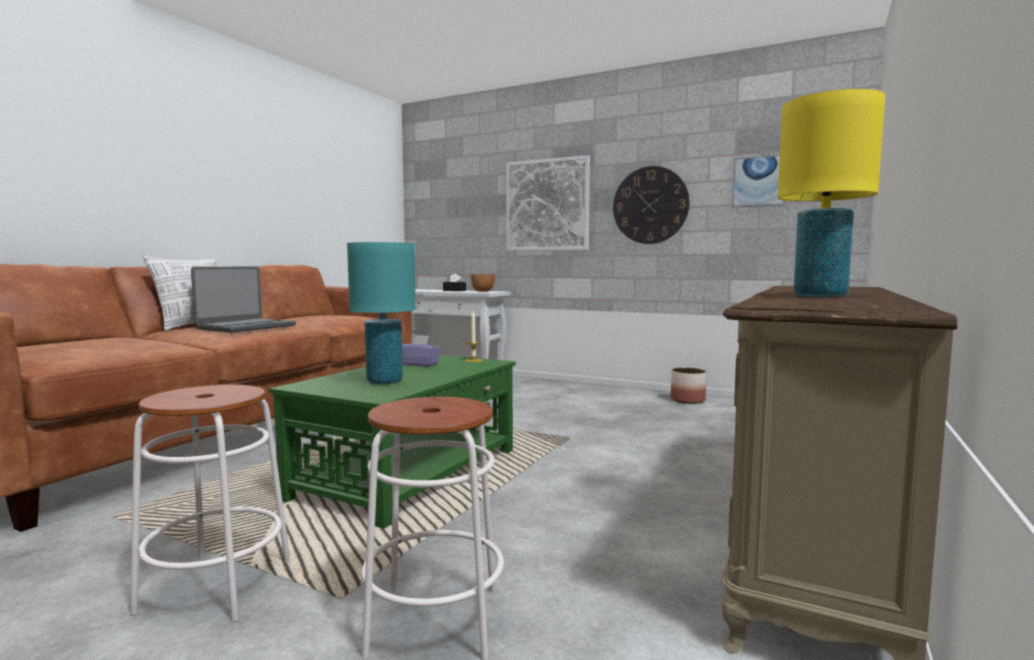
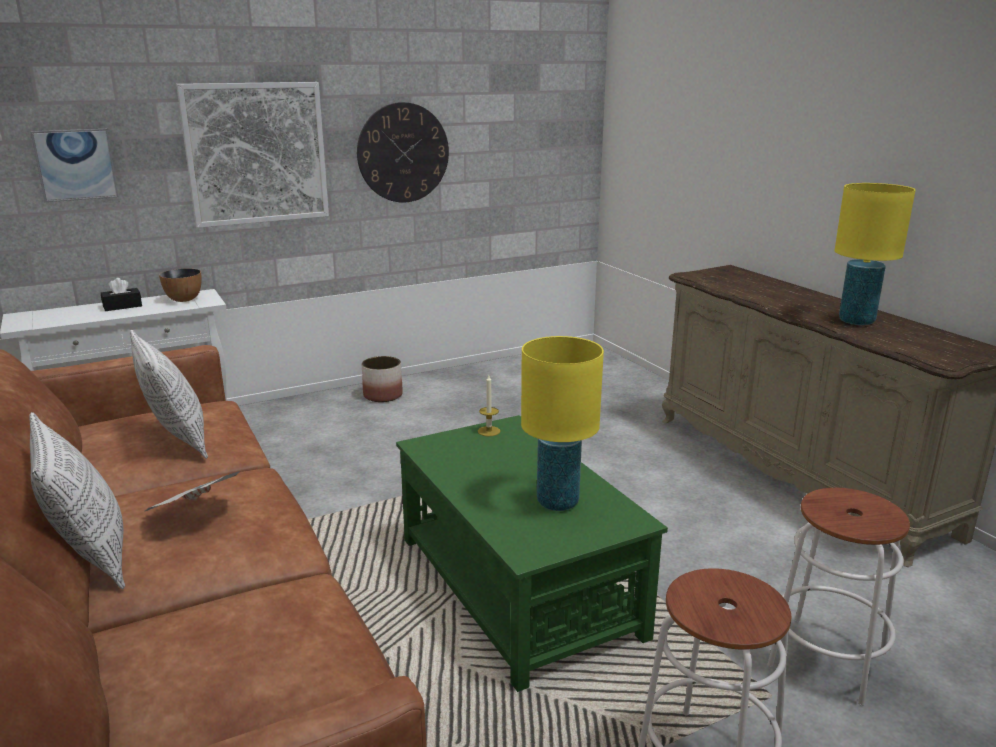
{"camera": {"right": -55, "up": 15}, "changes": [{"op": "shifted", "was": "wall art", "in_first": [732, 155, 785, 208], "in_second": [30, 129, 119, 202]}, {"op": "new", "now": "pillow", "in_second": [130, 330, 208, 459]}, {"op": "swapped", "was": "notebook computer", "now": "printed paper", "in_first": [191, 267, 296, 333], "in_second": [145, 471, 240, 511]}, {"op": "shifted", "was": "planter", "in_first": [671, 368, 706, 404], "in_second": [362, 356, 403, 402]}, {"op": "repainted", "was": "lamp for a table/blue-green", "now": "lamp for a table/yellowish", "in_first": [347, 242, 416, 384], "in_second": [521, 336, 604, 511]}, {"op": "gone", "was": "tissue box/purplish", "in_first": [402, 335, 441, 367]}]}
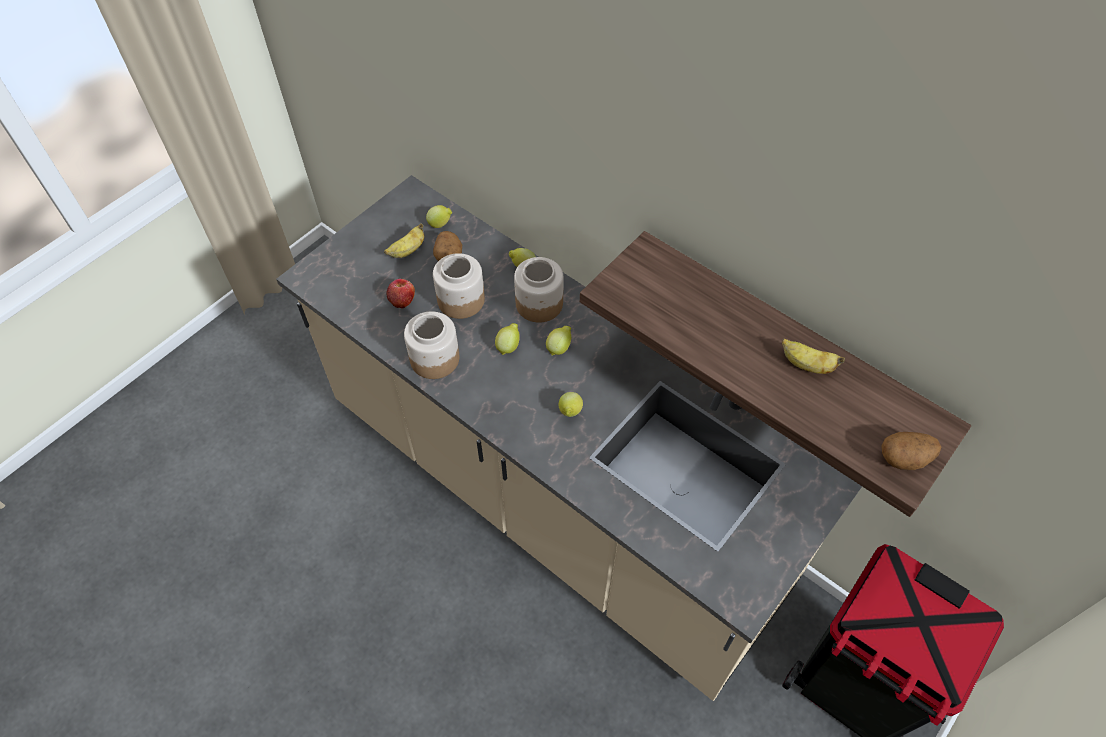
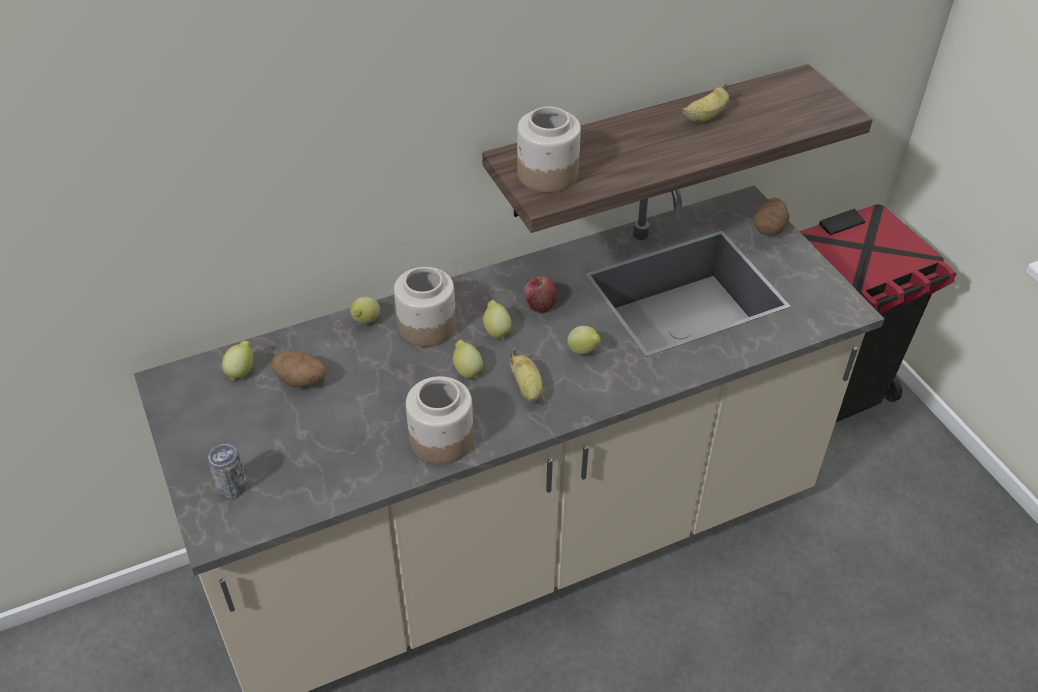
{"camera": {"right": -65, "up": -10}, "changes": [{"op": "new", "now": "metal can", "in_second": [208, 444, 248, 498]}, {"op": "shifted", "was": "banana fruit", "in_first": [384, 223, 424, 258], "in_second": [510, 349, 543, 403]}, {"op": "shifted", "was": "jar", "in_first": [433, 253, 485, 319], "in_second": [517, 106, 581, 193]}, {"op": "shifted", "was": "apple fruit", "in_first": [386, 279, 415, 308], "in_second": [524, 277, 557, 314]}, {"op": "shifted", "was": "whole potato", "in_first": [882, 432, 941, 470], "in_second": [754, 198, 790, 236]}]}
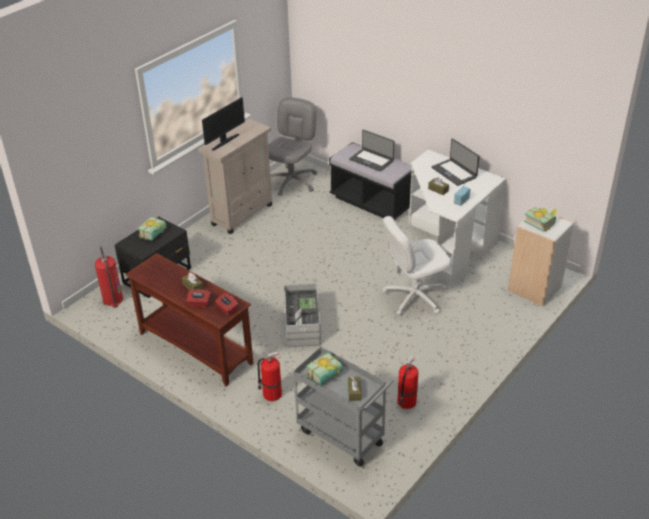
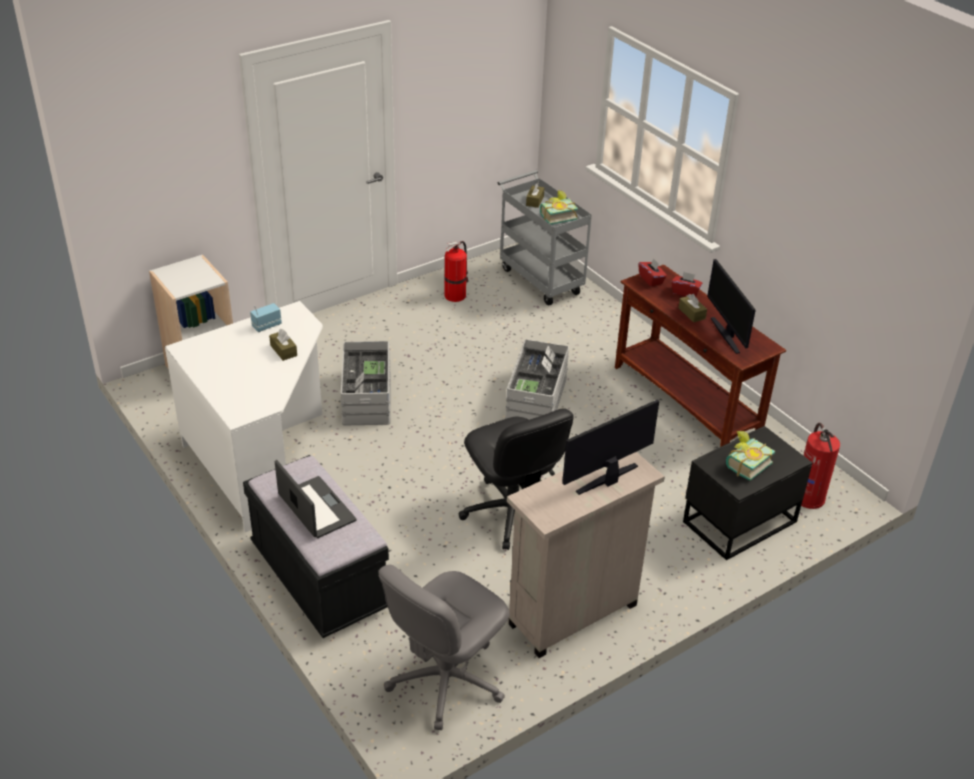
{"camera": {"right": -165, "up": 0}, "changes": [{"op": "swapped", "was": "computer chair/white", "now": "storage bin/gray", "in_first": [382, 216, 451, 316], "in_second": [341, 341, 391, 425]}, {"op": "new", "now": "computer chair/blackish", "in_second": [459, 408, 574, 550]}, {"op": "new", "now": "computer display", "in_second": [707, 259, 756, 354]}, {"op": "gone", "was": "extinguisher", "in_first": [258, 351, 282, 401]}, {"op": "gone", "was": "notebook computer", "in_first": [431, 138, 479, 186]}, {"op": "gone", "was": "book", "in_first": [524, 207, 557, 232]}]}
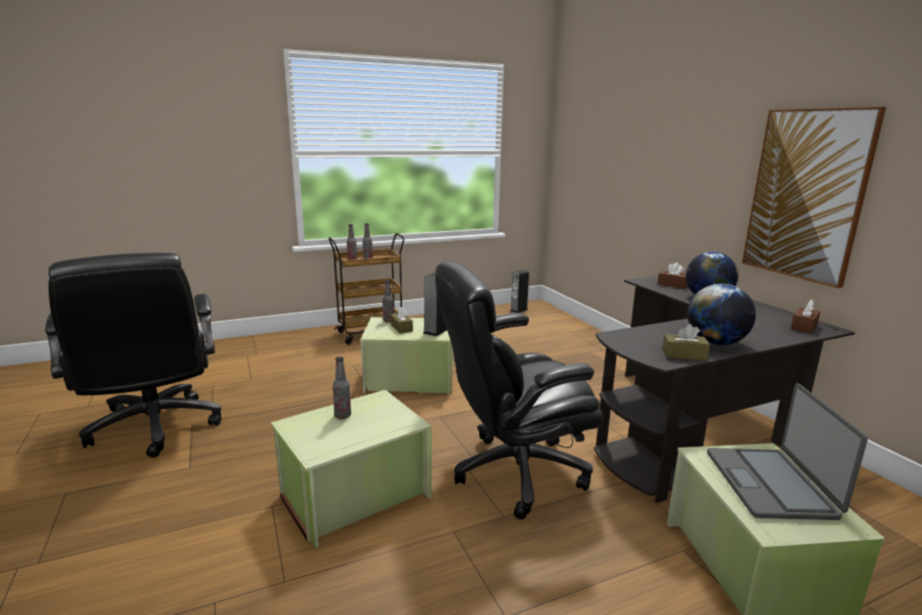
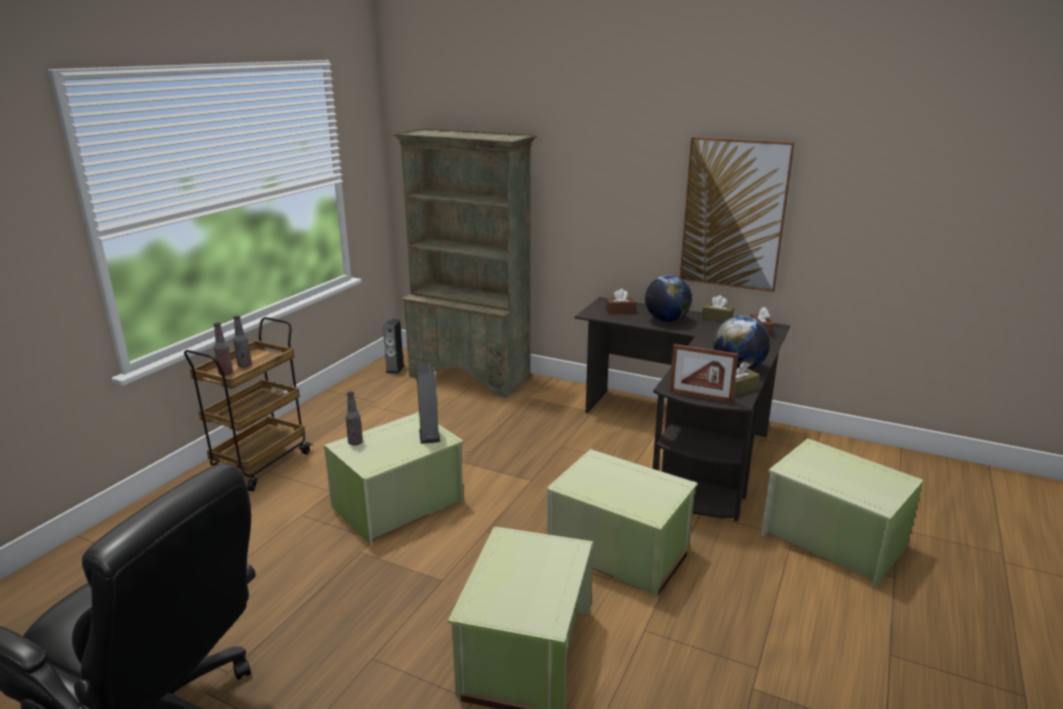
{"camera": {"right": -40, "up": 5}, "changes": [{"op": "new", "now": "bookcase/green", "in_second": [393, 128, 538, 398]}, {"op": "swapped", "was": "computer chair/blackish", "now": "storage bin/green", "in_first": [435, 261, 603, 520], "in_second": [547, 449, 698, 598]}, {"op": "new", "now": "picture frame", "in_second": [669, 344, 738, 402]}, {"op": "shifted", "was": "tissue box/brown", "in_first": [390, 307, 413, 333], "in_second": [702, 295, 734, 322]}, {"op": "gone", "was": "drink bottle", "in_first": [333, 357, 351, 419]}, {"op": "gone", "was": "notebook computer", "in_first": [707, 383, 868, 520]}]}
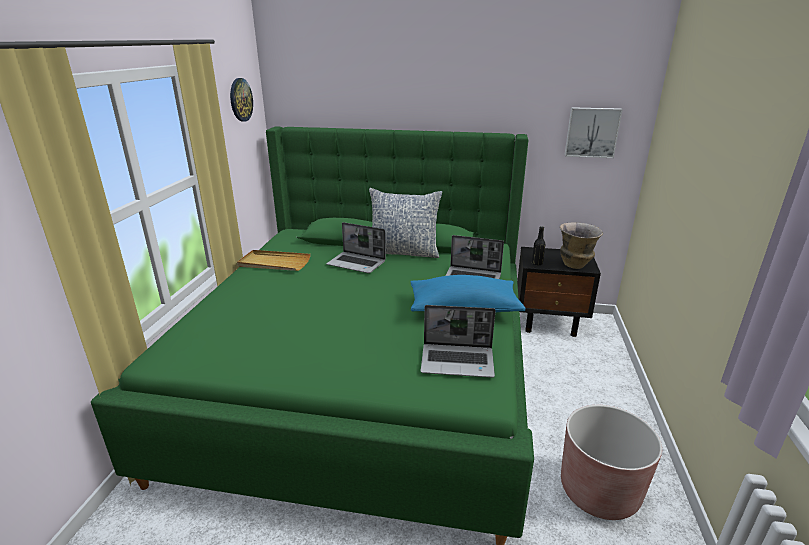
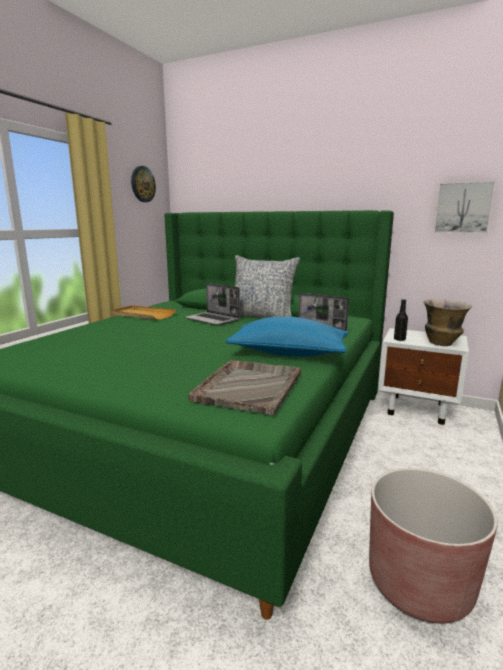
{"camera": {"right": 15, "up": -10}, "changes": [{"op": "swapped", "was": "notebook computer", "now": "tray/gray", "in_first": [421, 305, 496, 378], "in_second": [189, 360, 301, 416]}, {"op": "repainted", "was": "bedside table/blackish", "now": "bedside table/white", "in_first": [517, 247, 601, 337], "in_second": [378, 328, 469, 425]}]}
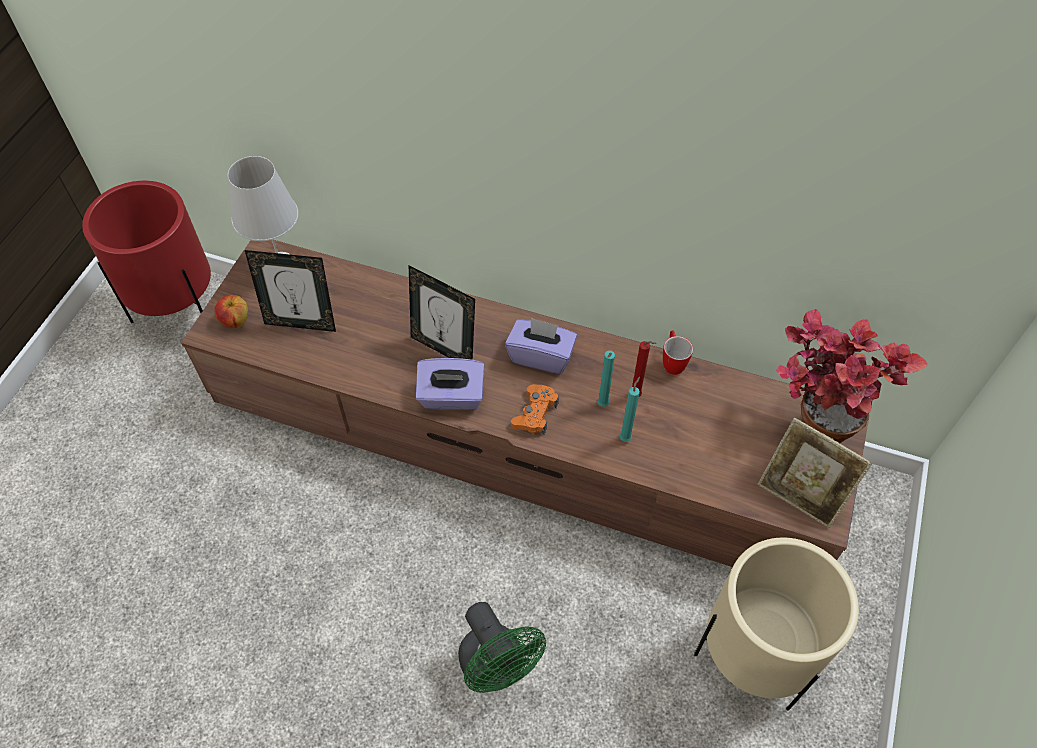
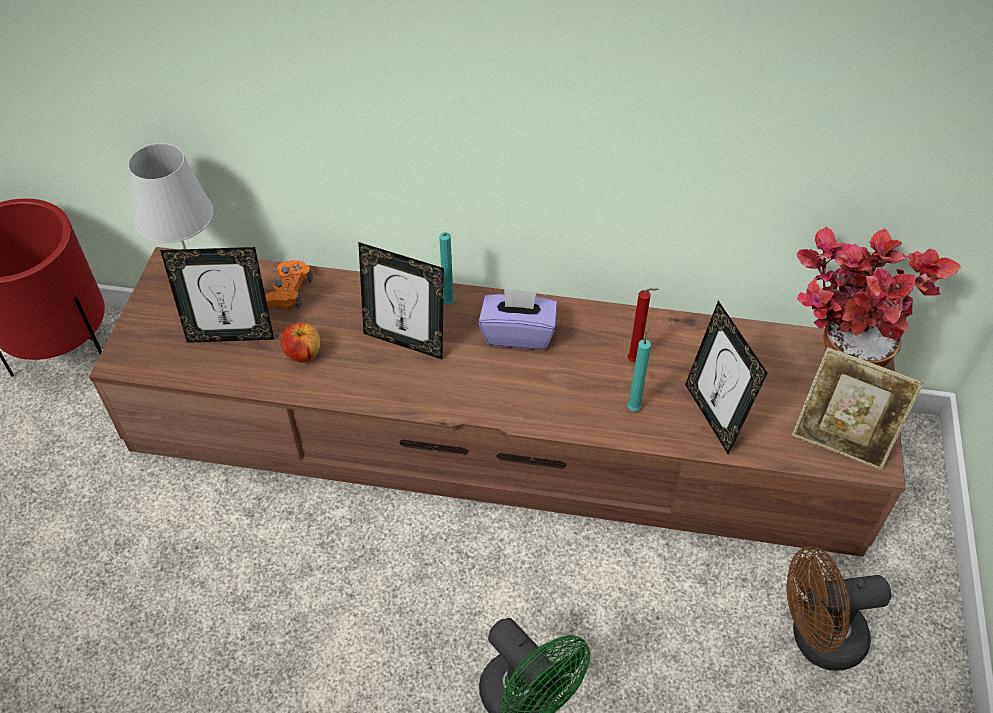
{"camera": {"right": -10, "up": -5}, "changes": [{"op": "shifted", "was": "game controller/orangey", "in_first": [511, 384, 559, 435], "in_second": [265, 260, 313, 309]}, {"op": "shifted", "was": "apple fruit", "in_first": [214, 295, 248, 328], "in_second": [281, 323, 320, 363]}, {"op": "shifted", "was": "wax light/blue-green", "in_first": [597, 351, 615, 407], "in_second": [439, 232, 455, 305]}, {"op": "new", "now": "picture frame", "in_second": [685, 301, 767, 455]}, {"op": "swapped", "was": "planter/sand-coloured", "now": "cooling fan/brown", "in_first": [694, 538, 859, 711], "in_second": [786, 547, 891, 671]}, {"op": "gone", "was": "tissue box/purplish", "in_first": [416, 358, 485, 410]}, {"op": "gone", "was": "mug", "in_first": [663, 330, 693, 375]}]}
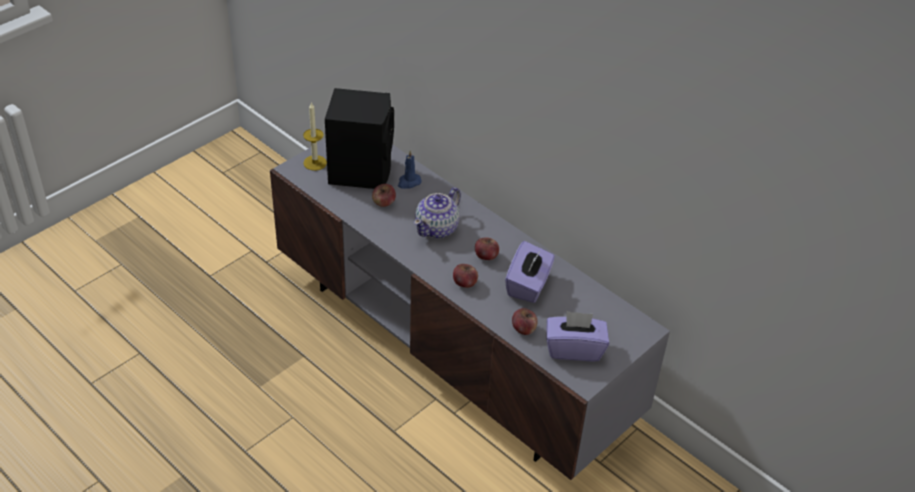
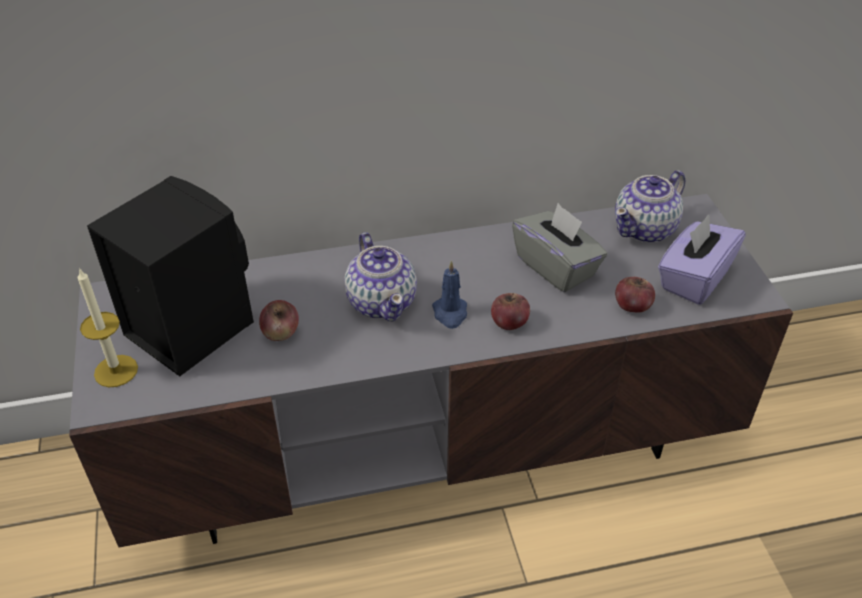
{"camera": {"right": -55, "up": 0}, "changes": [{"op": "shifted", "was": "wax light/blue-coloured", "in_first": [398, 150, 421, 189], "in_second": [432, 260, 467, 329]}, {"op": "repainted", "was": "tissue box/purplish", "now": "tissue box/gray", "in_first": [505, 241, 555, 303], "in_second": [512, 203, 607, 292]}, {"op": "new", "now": "pot for tea", "in_second": [615, 170, 685, 243]}, {"op": "gone", "was": "apple fruit", "in_first": [475, 237, 499, 260]}]}
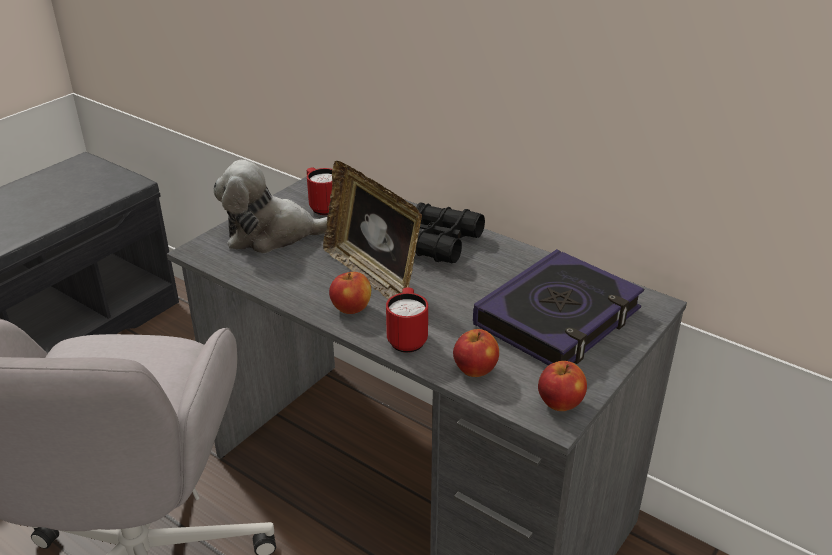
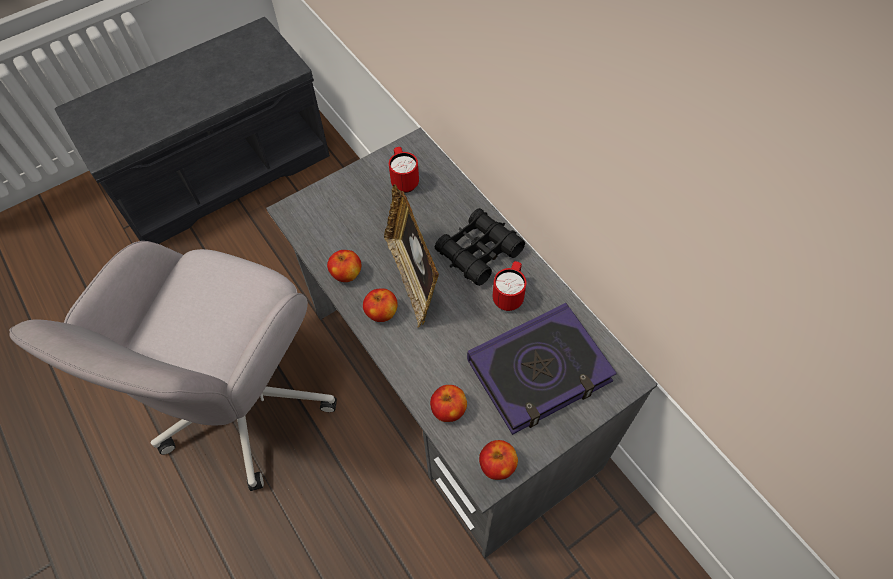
{"camera": {"right": 20, "up": 25}, "changes": [{"op": "new", "now": "apple fruit", "in_second": [327, 250, 361, 282]}, {"op": "shifted", "was": "mug/reddish", "in_first": [386, 288, 428, 353], "in_second": [493, 261, 526, 311]}, {"op": "gone", "was": "soft toy", "in_first": [213, 160, 327, 253]}]}
